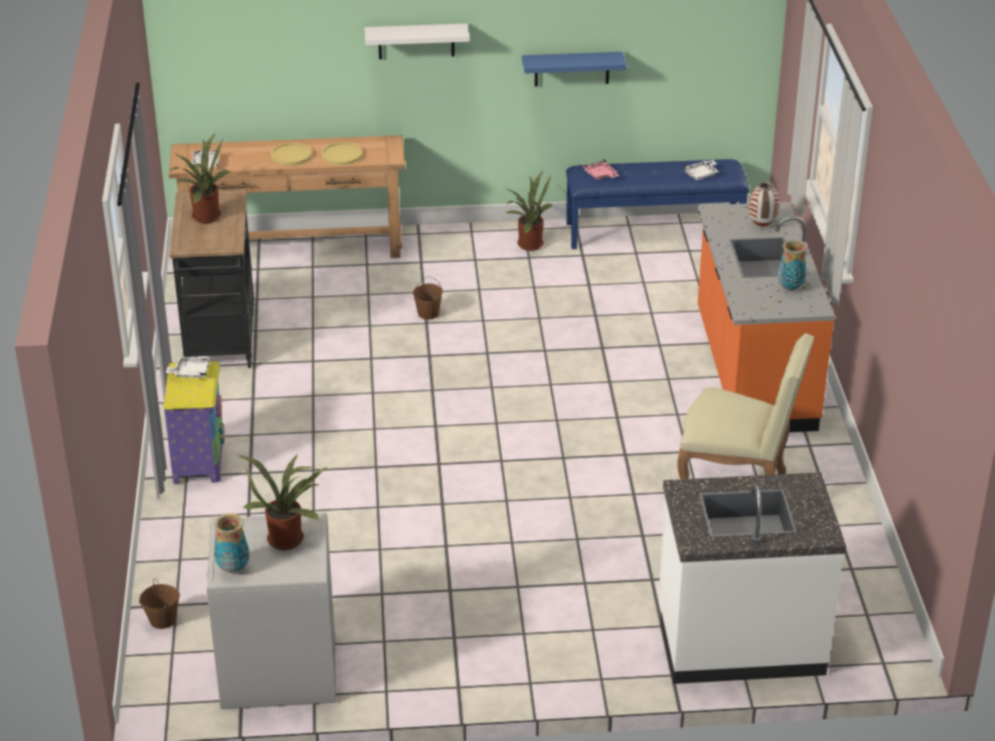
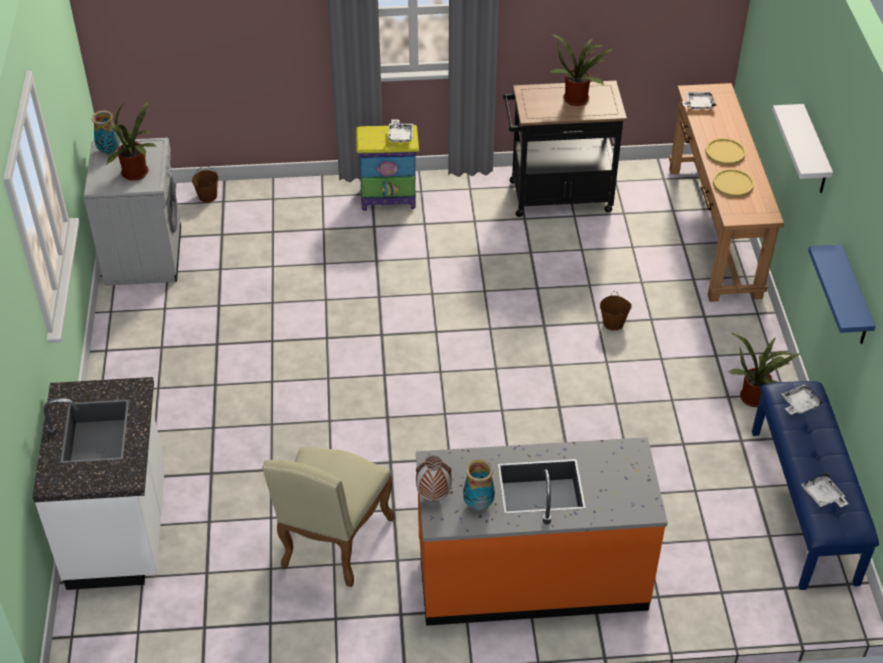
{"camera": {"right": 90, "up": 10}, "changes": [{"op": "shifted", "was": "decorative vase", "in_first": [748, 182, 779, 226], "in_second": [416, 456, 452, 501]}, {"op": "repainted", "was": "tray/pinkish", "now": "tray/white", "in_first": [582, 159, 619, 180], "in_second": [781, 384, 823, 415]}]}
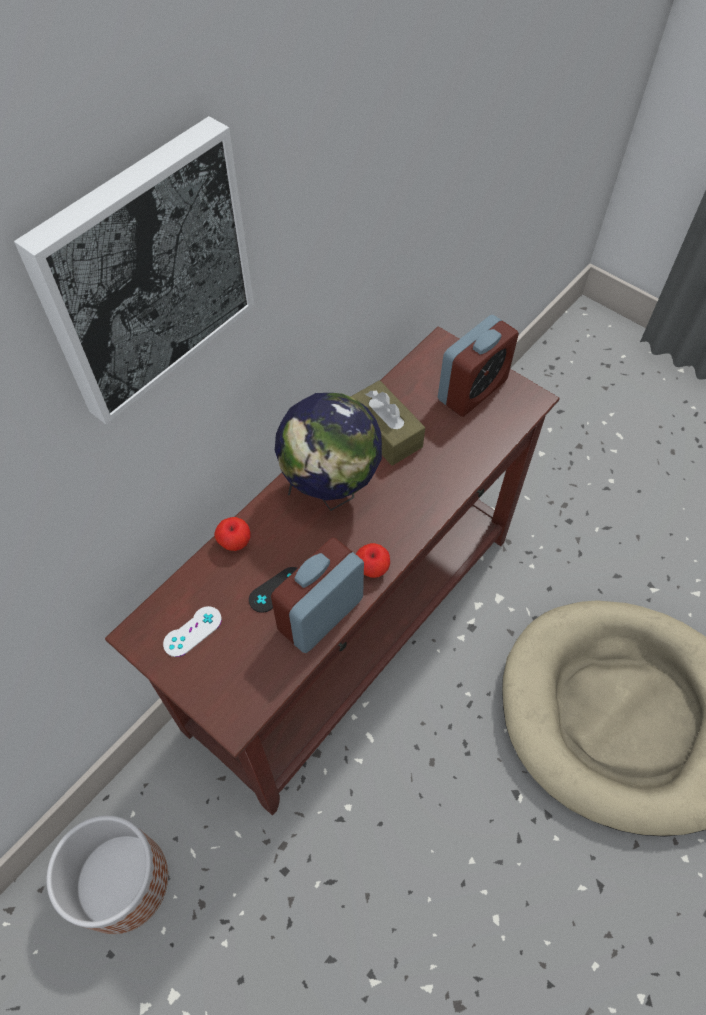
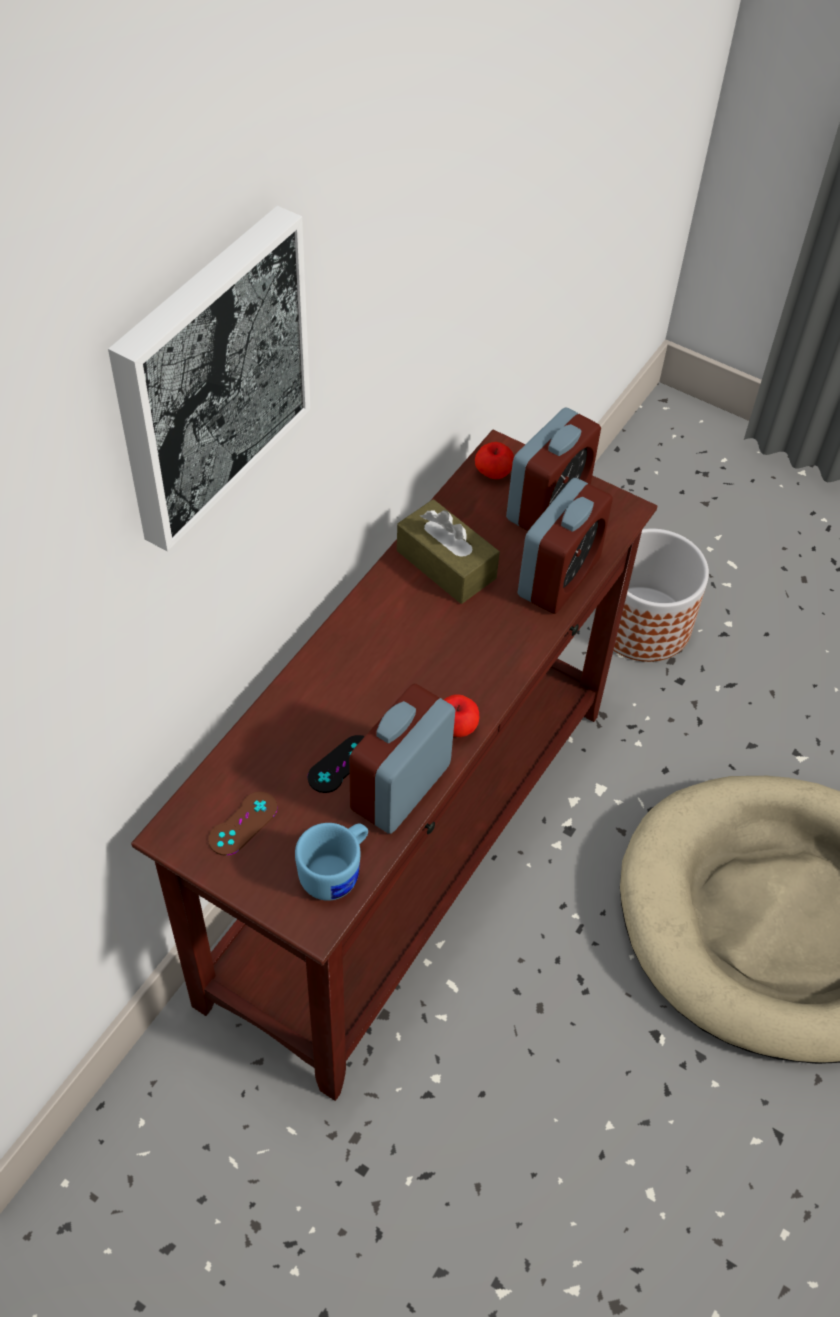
{"camera": {"right": -10, "up": -5}, "changes": [{"op": "repainted", "was": "game controller/white", "now": "game controller/brown", "in_first": [163, 606, 222, 657], "in_second": [208, 792, 278, 856]}, {"op": "new", "now": "mug/blue-coloured", "in_second": [295, 823, 368, 901]}, {"op": "shifted", "was": "apple fruit", "in_first": [214, 517, 251, 551], "in_second": [475, 442, 514, 479]}, {"op": "new", "now": "bedside clock", "in_second": [517, 478, 613, 614]}, {"op": "shifted", "was": "planter", "in_first": [46, 815, 168, 934], "in_second": [613, 528, 709, 662]}, {"op": "gone", "was": "globe", "in_first": [275, 393, 382, 511]}]}
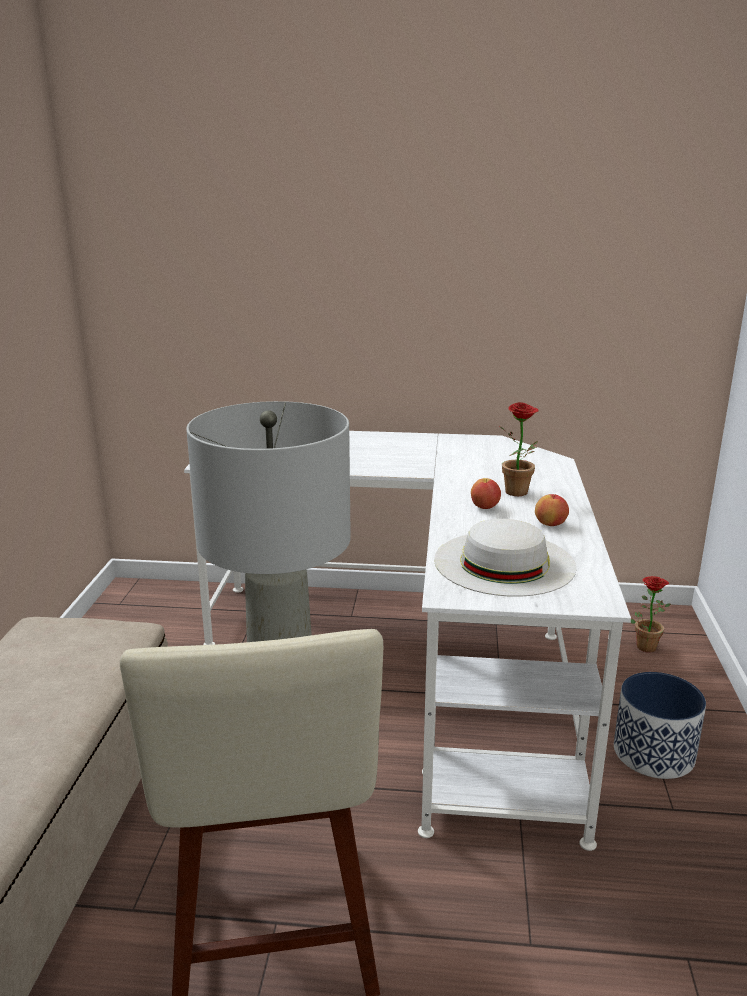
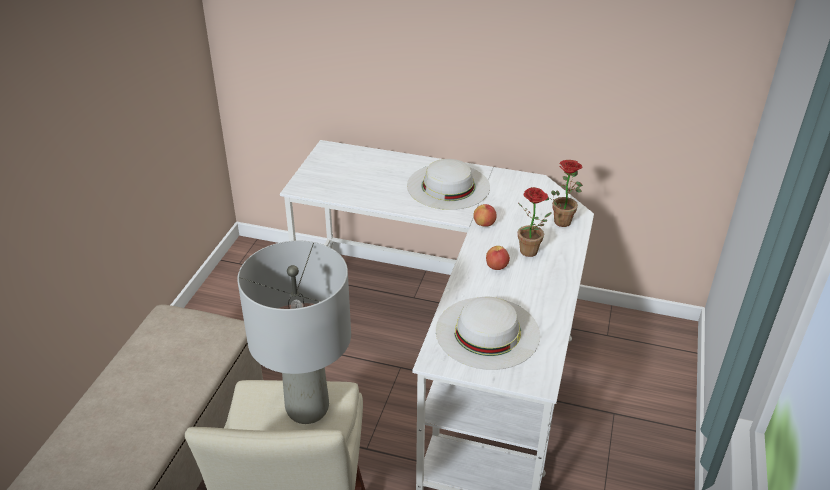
{"camera": {"right": 10, "up": 15}, "changes": [{"op": "new", "now": "clothing hat/white", "in_second": [407, 159, 490, 210]}, {"op": "shifted", "was": "apple fruit", "in_first": [535, 494, 569, 526], "in_second": [473, 204, 497, 227]}, {"op": "shifted", "was": "potted plant", "in_first": [630, 576, 671, 652], "in_second": [546, 160, 583, 227]}, {"op": "gone", "was": "planter", "in_first": [614, 672, 706, 779]}]}
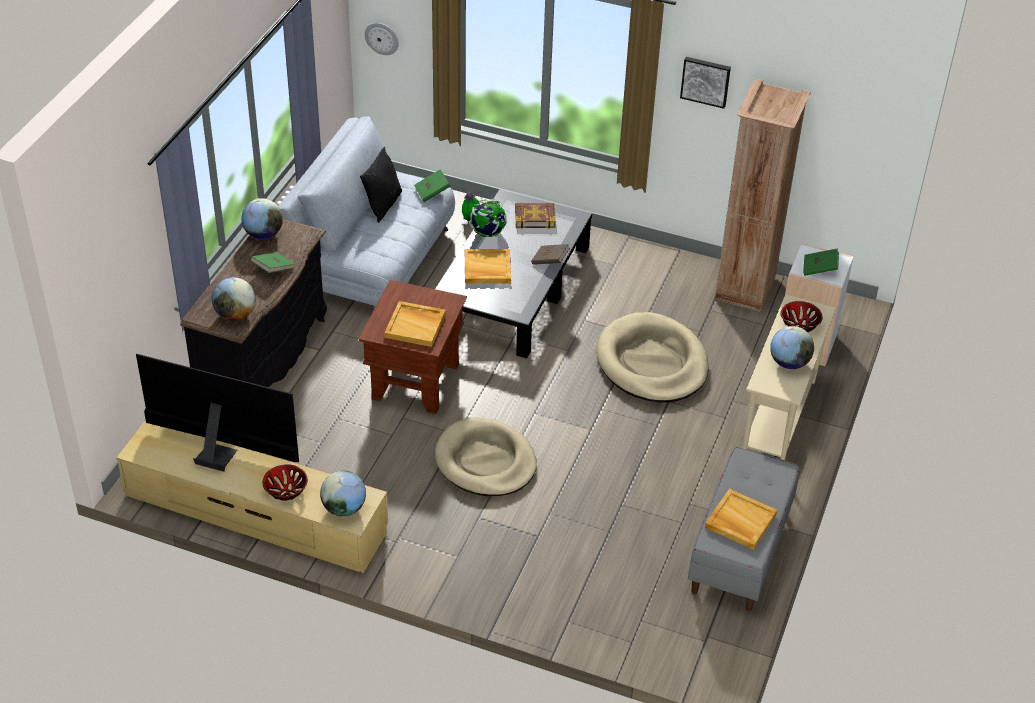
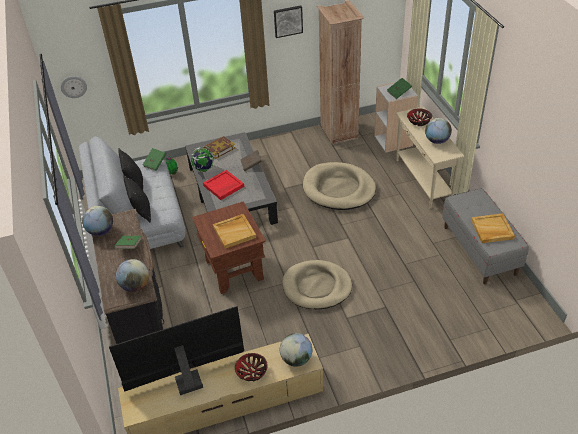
{"camera": {"right": -35, "up": 0}, "changes": [{"op": "new", "now": "pillow/blackish", "in_second": [123, 175, 151, 222]}, {"op": "repainted", "was": "tray/sand-coloured", "now": "tray/reddish", "in_first": [465, 249, 511, 284], "in_second": [203, 170, 244, 200]}]}
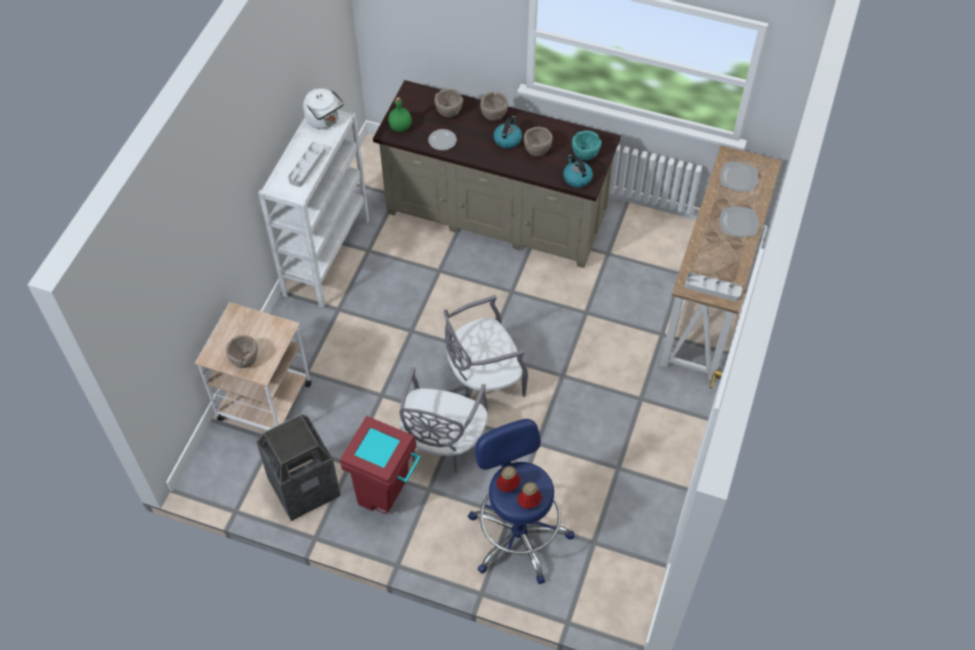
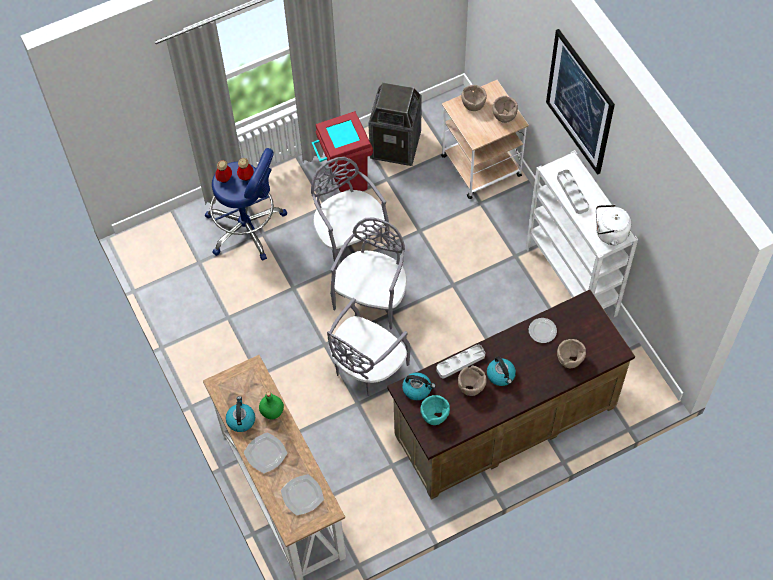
{"camera": {"right": 135, "up": 5}, "changes": [{"op": "new", "now": "kettle", "in_second": [226, 396, 255, 432]}, {"op": "shifted", "was": "drink bottle/green", "in_first": [388, 97, 412, 132], "in_second": [259, 392, 284, 419]}, {"op": "new", "now": "upright chair/gray", "in_second": [327, 298, 411, 396]}, {"op": "shifted", "was": "tray/gray", "in_first": [685, 273, 743, 301], "in_second": [436, 345, 485, 378]}, {"op": "shifted", "was": "deep dish/brown", "in_first": [480, 92, 508, 121], "in_second": [493, 96, 518, 123]}, {"op": "new", "now": "wall art", "in_second": [546, 29, 615, 175]}]}
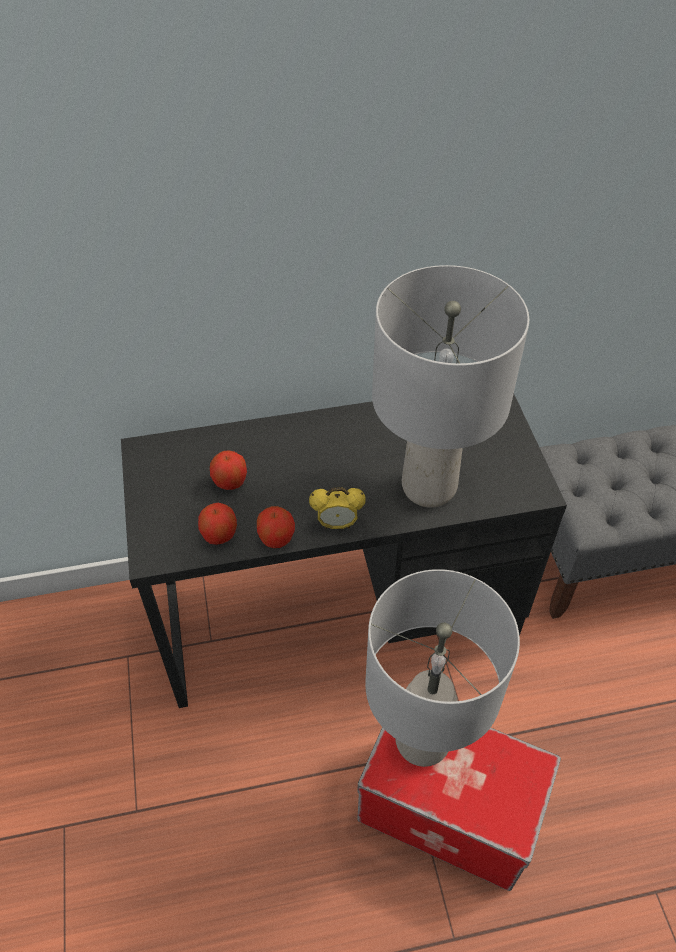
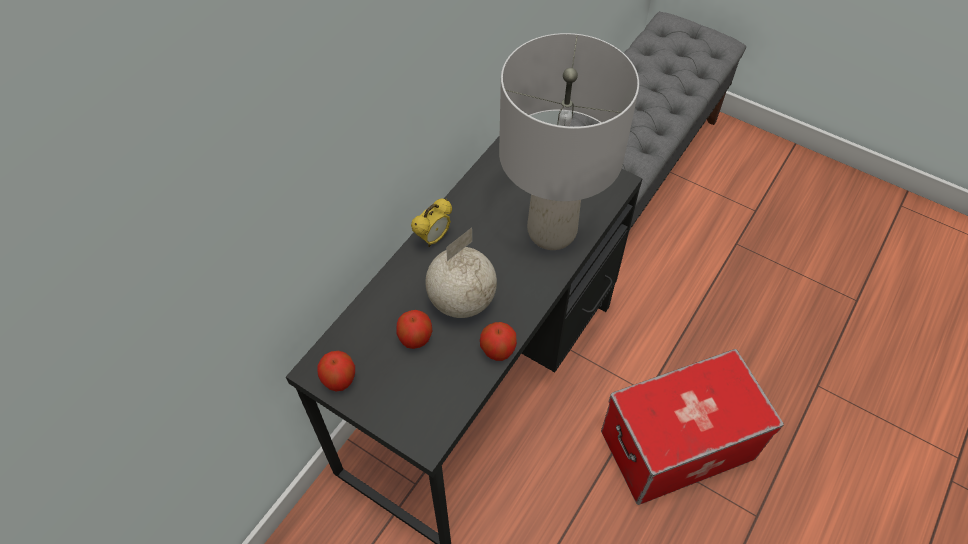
{"camera": {"right": -45, "up": 5}, "changes": [{"op": "shifted", "was": "apple fruit", "in_first": [198, 503, 237, 545], "in_second": [318, 351, 355, 391]}, {"op": "shifted", "was": "bedside clock", "in_first": [309, 487, 366, 529], "in_second": [411, 199, 452, 247]}, {"op": "new", "now": "globe", "in_second": [425, 228, 497, 318]}, {"op": "gone", "was": "lamp for a table/gray", "in_first": [365, 569, 520, 767]}]}
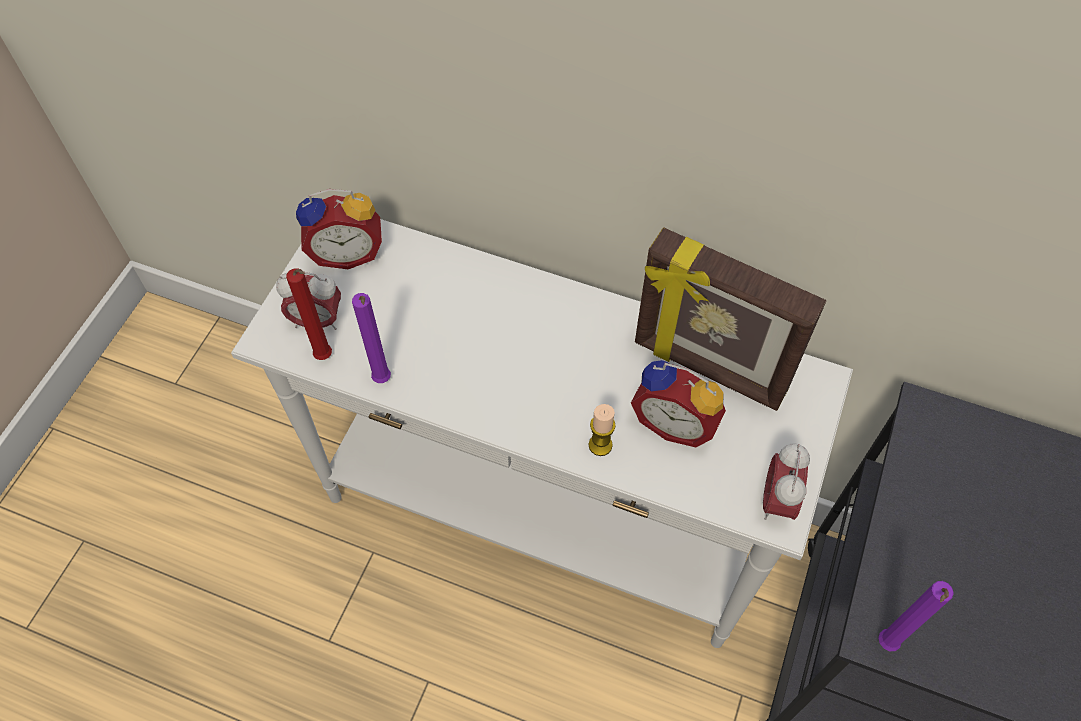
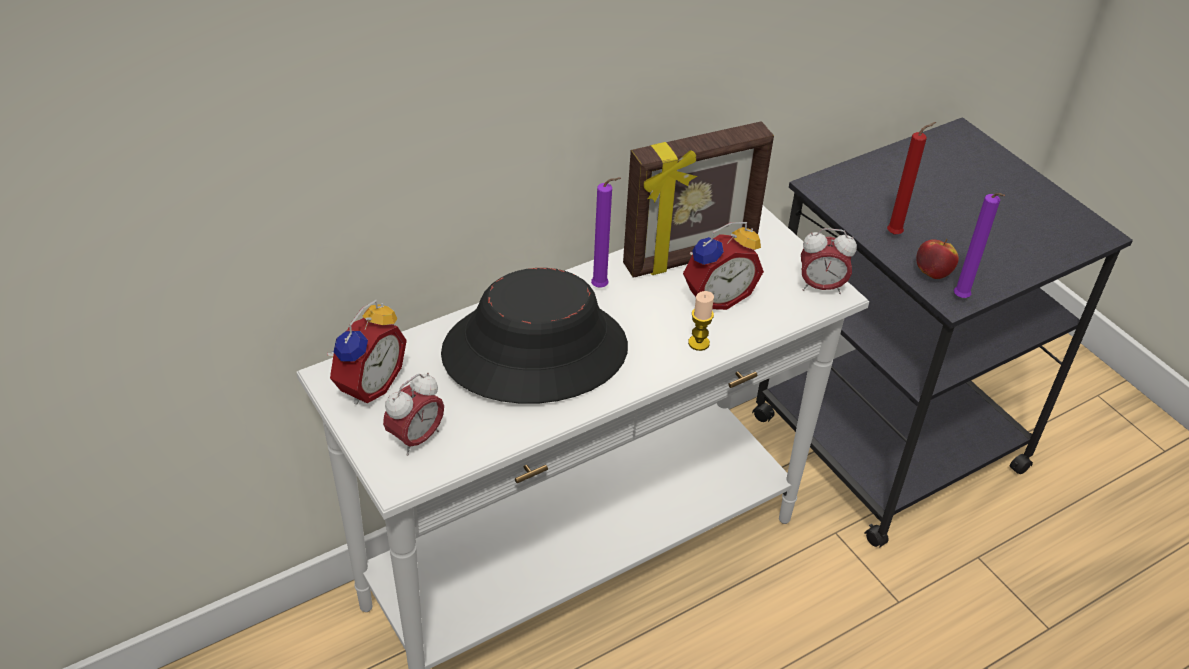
{"camera": {"right": -55, "up": -15}, "changes": [{"op": "new", "now": "clothing hat/blackish", "in_second": [441, 268, 628, 404]}, {"op": "shifted", "was": "wax light/purplish", "in_first": [352, 293, 391, 383], "in_second": [591, 177, 621, 288]}, {"op": "rotated", "was": "bedside clock", "in_first": [763, 443, 810, 520], "in_second": [801, 228, 857, 294], "clockwise": -45}, {"op": "shifted", "was": "wax light/reddish", "in_first": [286, 268, 332, 360], "in_second": [887, 122, 936, 235]}, {"op": "new", "now": "apple fruit", "in_second": [916, 238, 959, 279]}]}
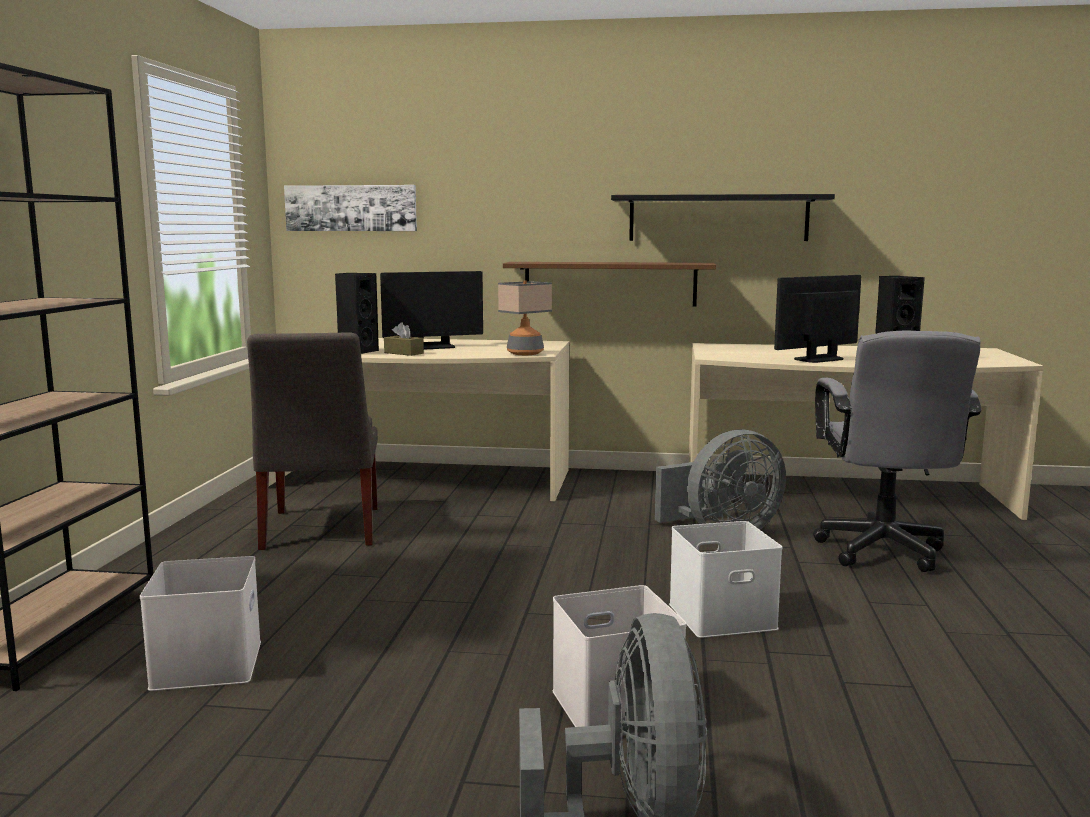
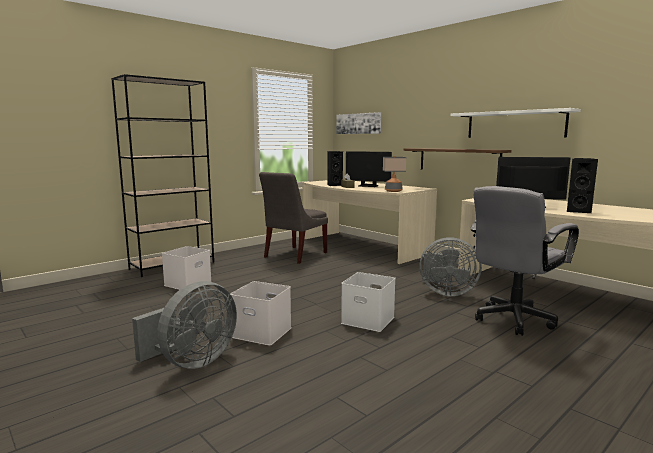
{"camera": {"right": 40, "up": 0}, "changes": [{"op": "repainted", "was": "wall shelf/blackish", "now": "wall shelf/white", "in_first": [611, 194, 835, 241], "in_second": [451, 108, 581, 138]}]}
